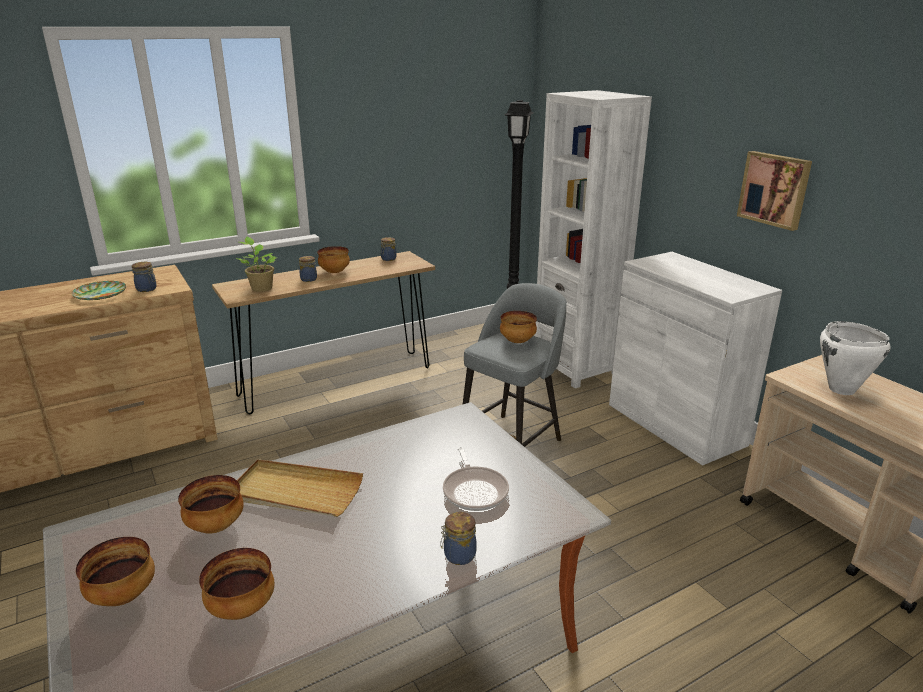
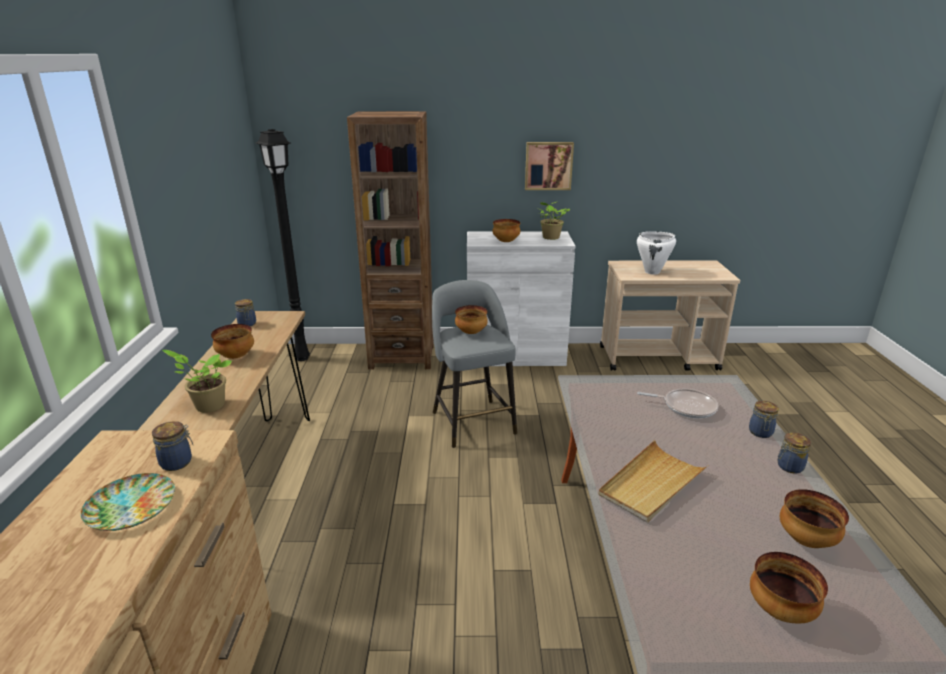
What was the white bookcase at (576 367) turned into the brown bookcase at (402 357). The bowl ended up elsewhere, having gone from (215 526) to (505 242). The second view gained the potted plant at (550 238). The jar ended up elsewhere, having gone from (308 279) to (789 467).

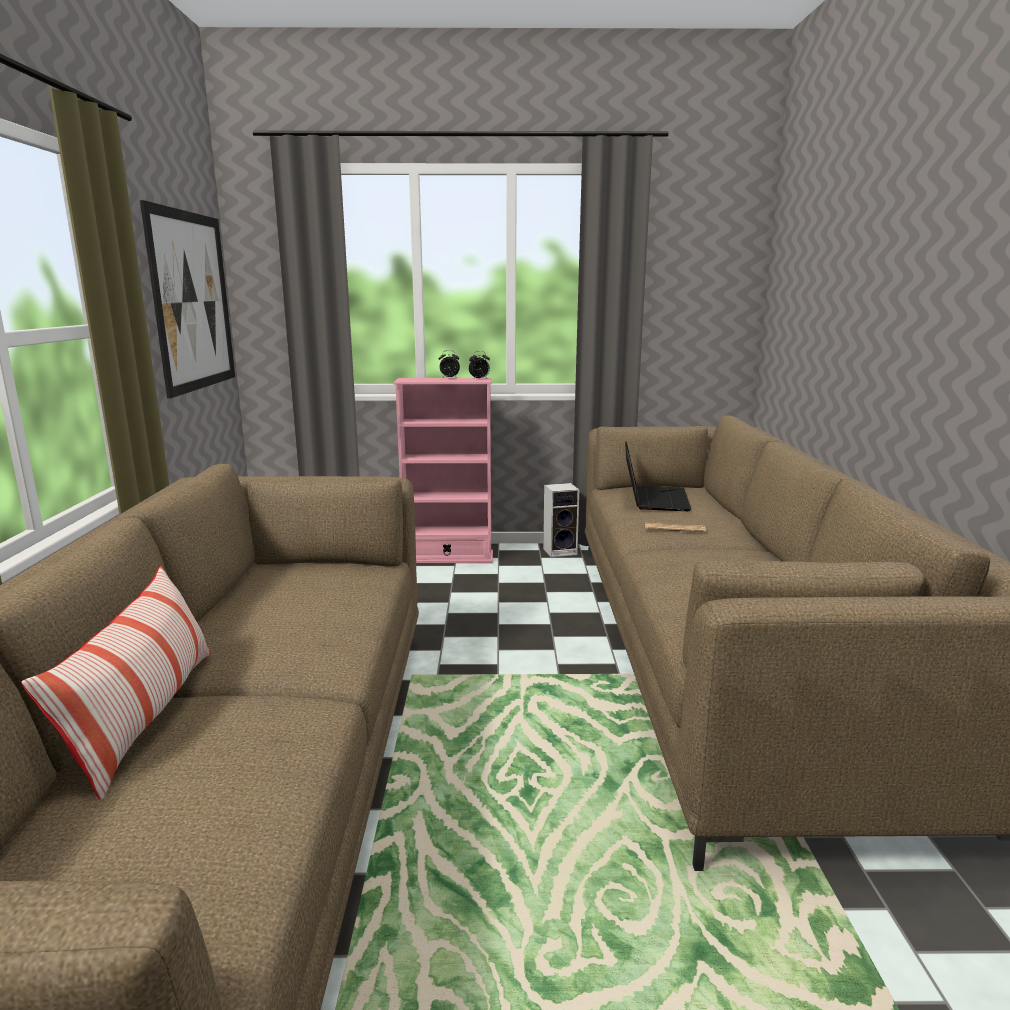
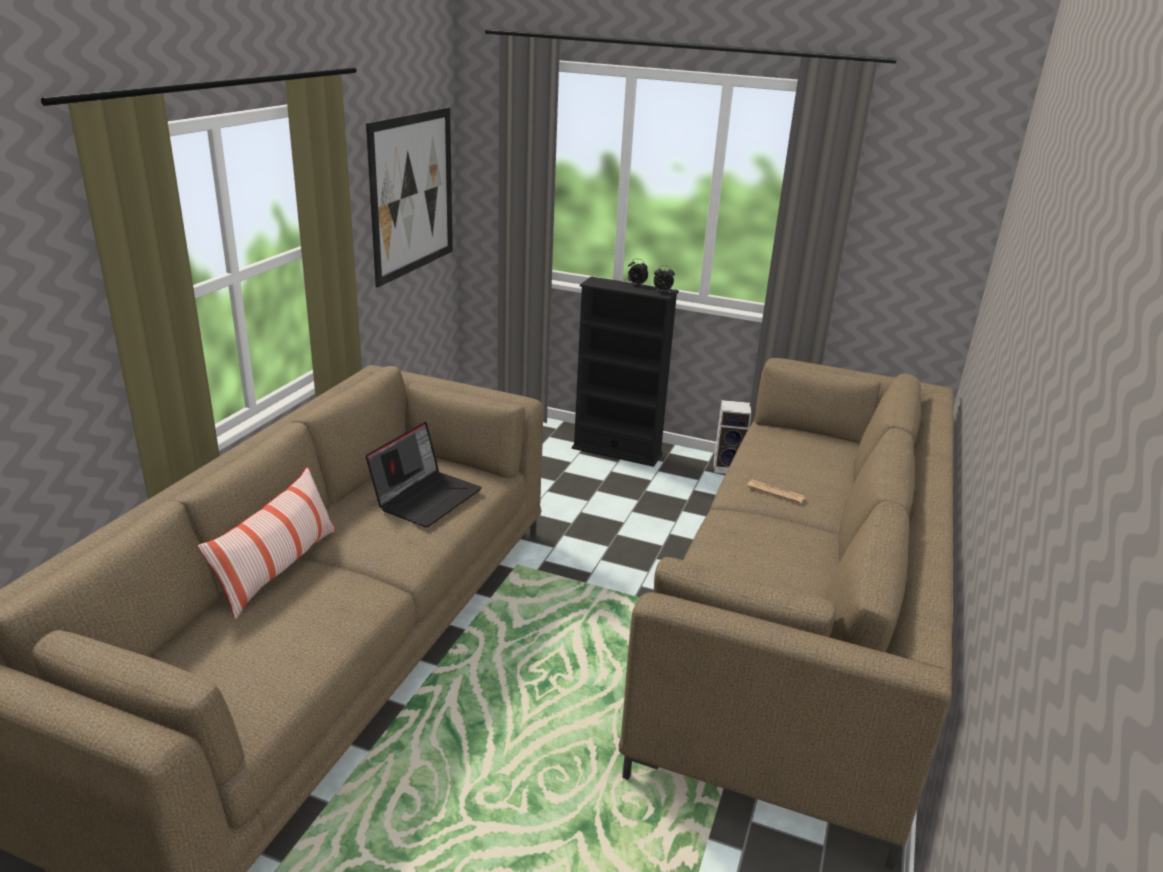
The laptop ended up elsewhere, having gone from (653 499) to (426 497). What was the pink bookcase at (448 557) turned into the black bookcase at (617 451).

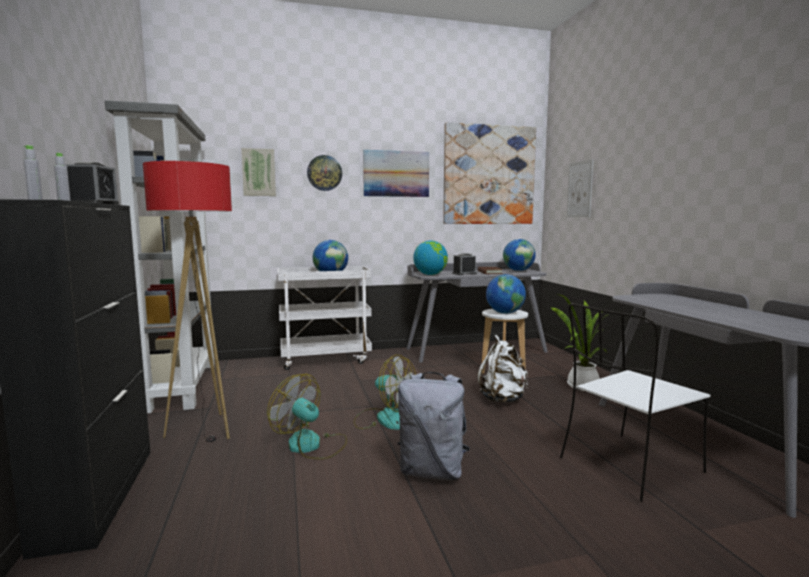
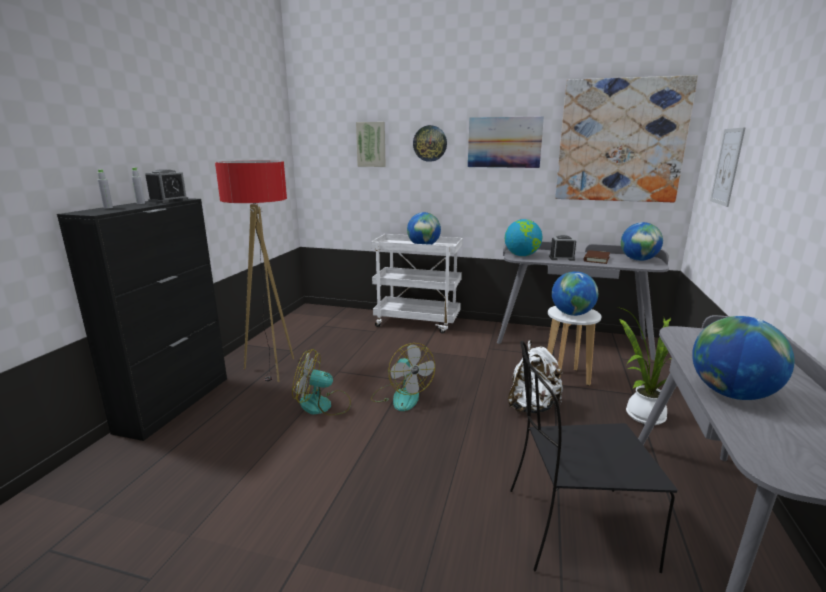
The fan at (311 445) ended up facing another way, 60 degrees counterclockwise from before. What was the white chair at (628 466) turned into the black chair at (573 528). The second view gained the globe at (731 394). The second view lost the grey bookcase at (181 385). The second view lost the grey backpack at (432 471).

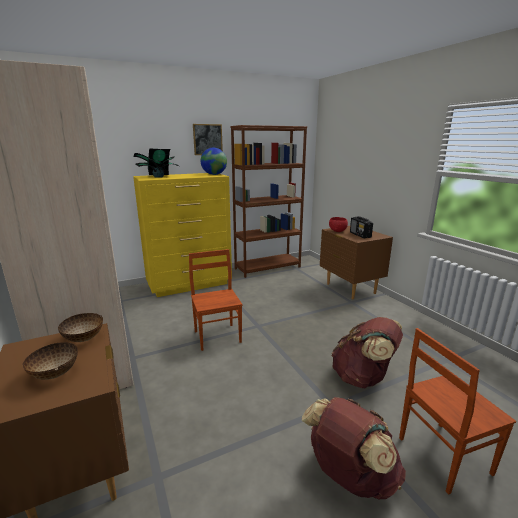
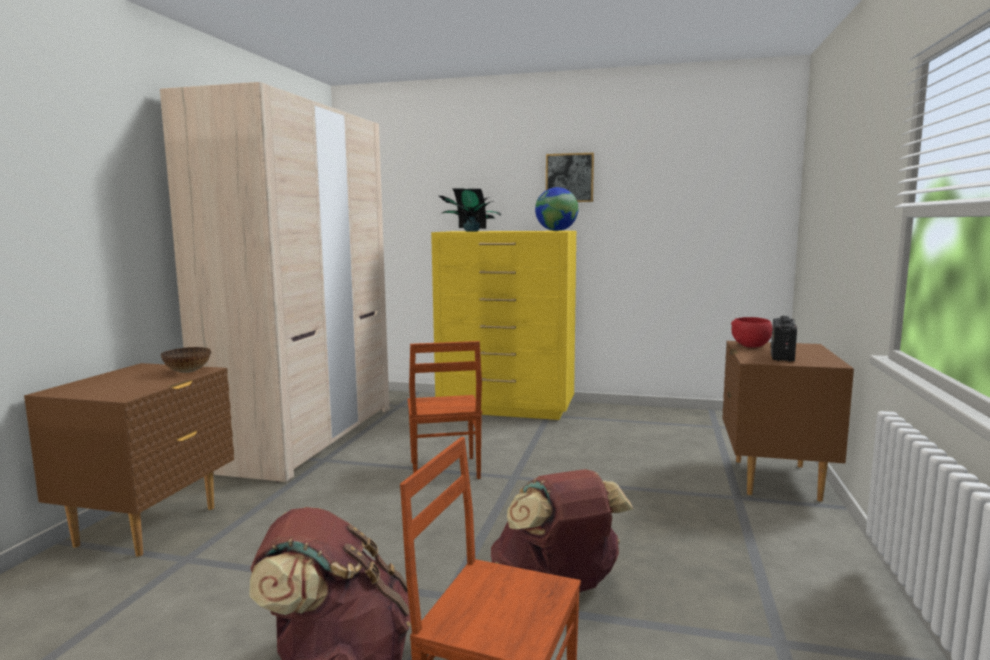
The brown chair at (218 336) ended up facing another way, 150 degrees clockwise from before. The second view lost the bowl at (54 373). The second view lost the brown bookcase at (268 268).

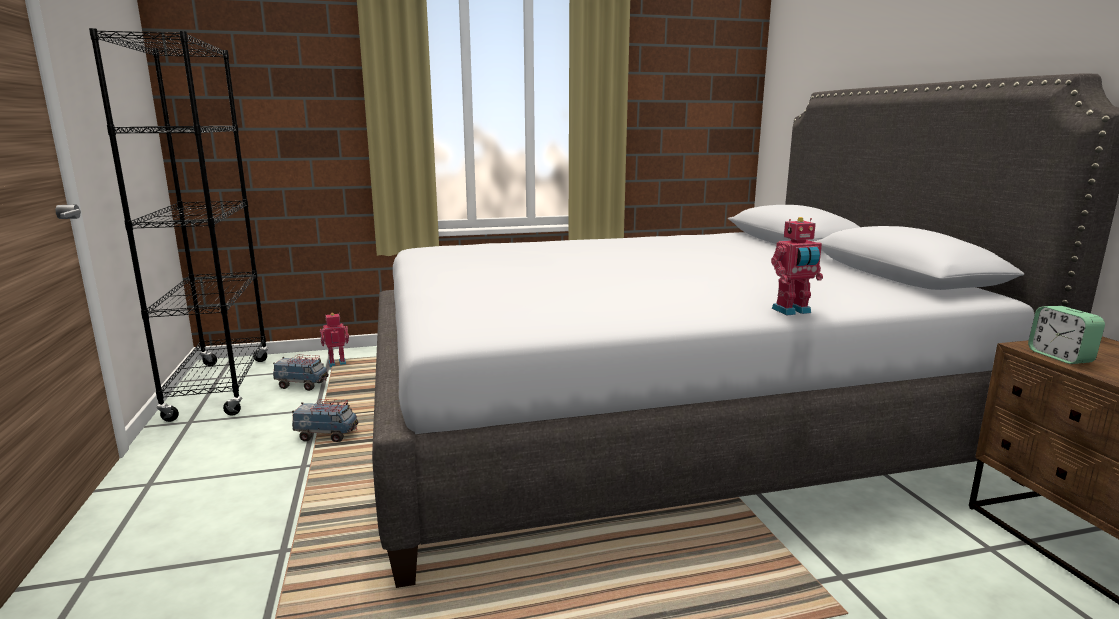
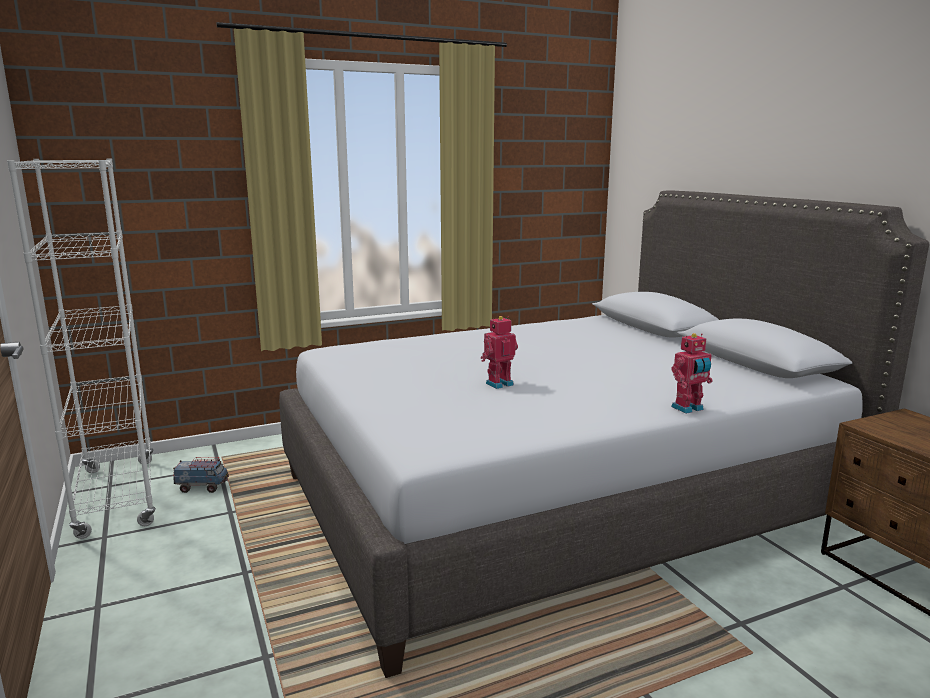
What was the black bookcase at (220 388) turned into the white bookcase at (117 497). The toy robot ended up elsewhere, having gone from (337 363) to (498 383). The second view lost the toy truck at (327 435). The second view lost the alarm clock at (1060 357).

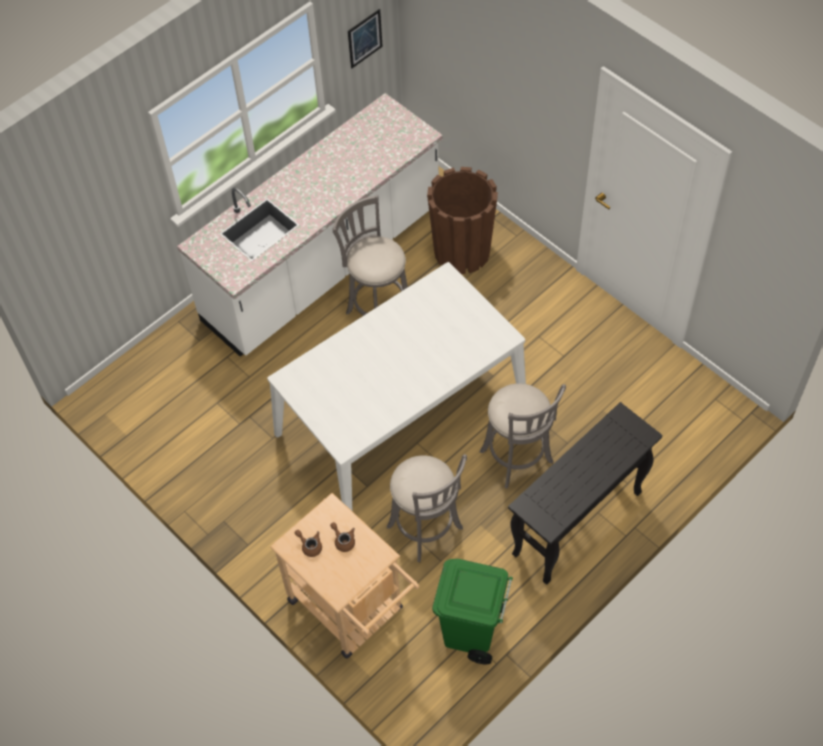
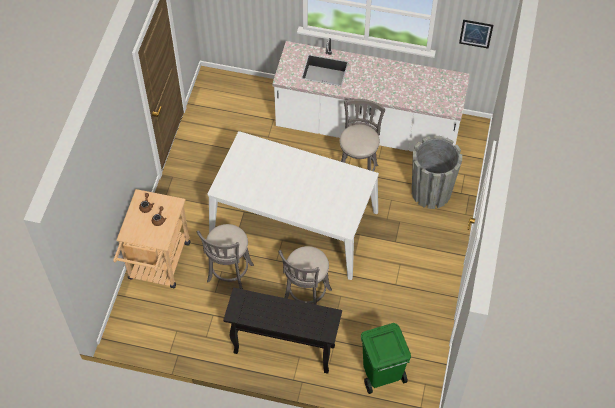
The green trash can ended up elsewhere, having gone from (471 633) to (381 375). What was the brown planter at (462 251) turned into the grey planter at (431 192).

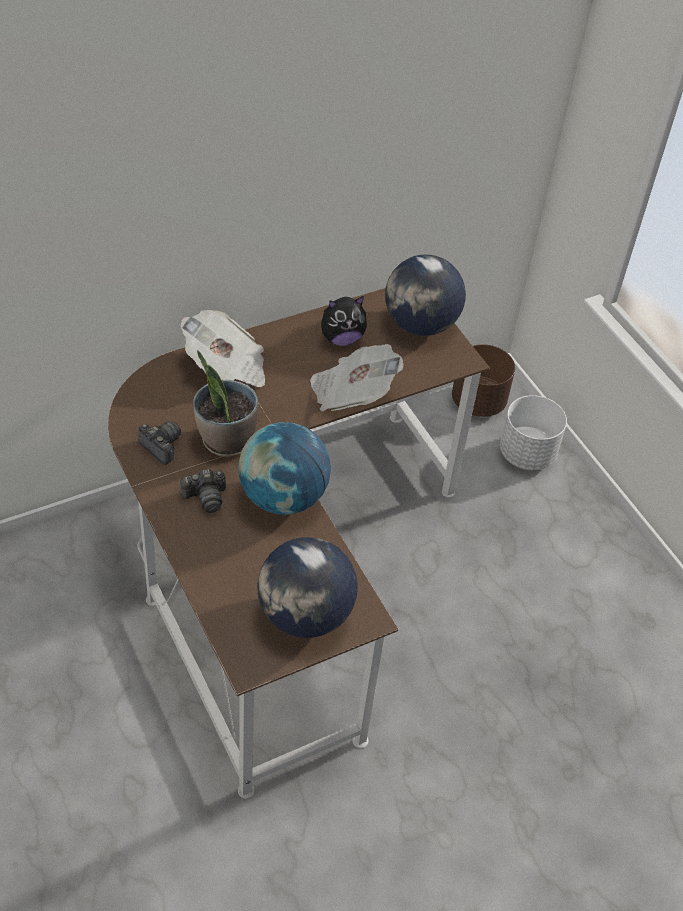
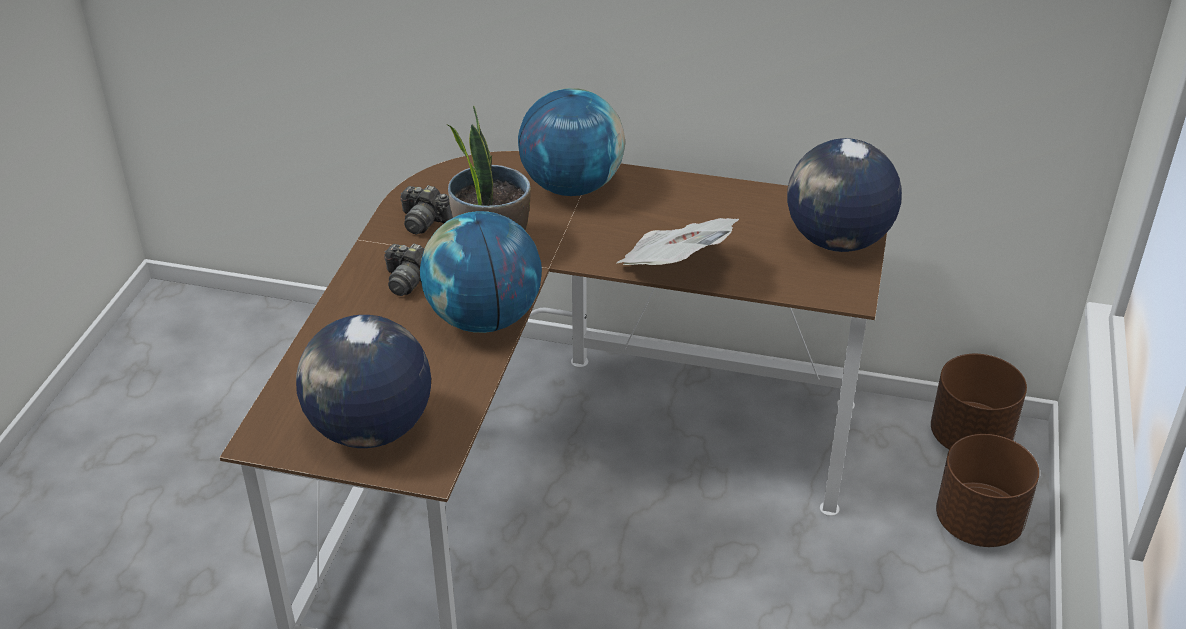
The photo camera at (161 446) ended up facing another way, 120 degrees clockwise from before. Where the newspaper stood at (226 367), the globe came to stand at (572 187). What was the white planter at (527 453) turned into the brown planter at (978 523). The second view lost the plush toy at (341 338).

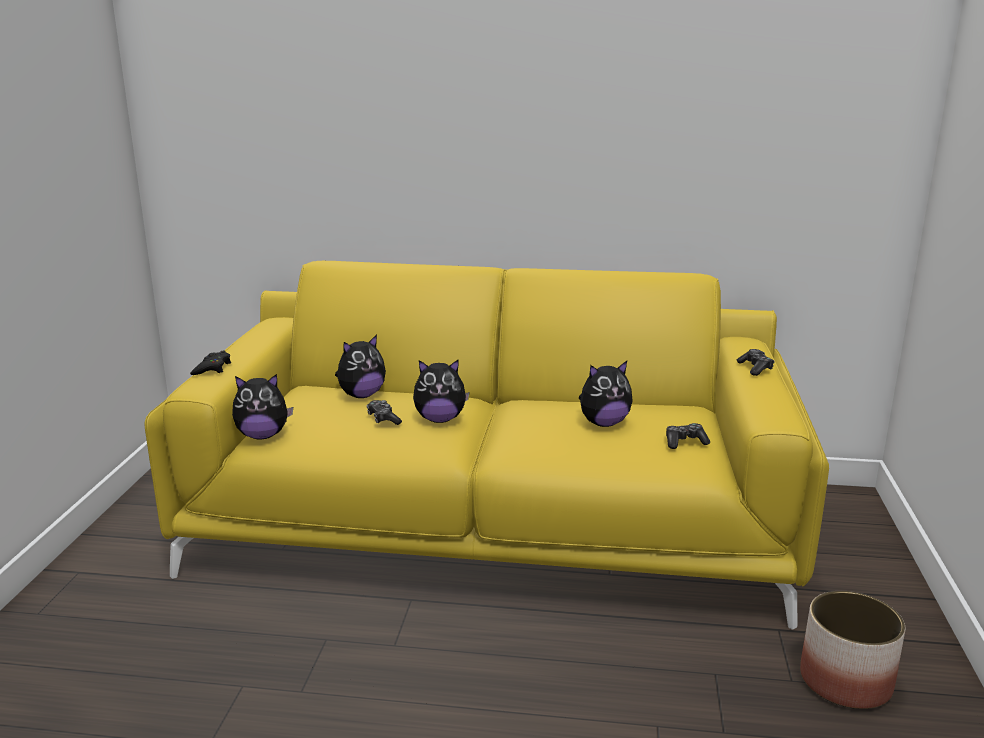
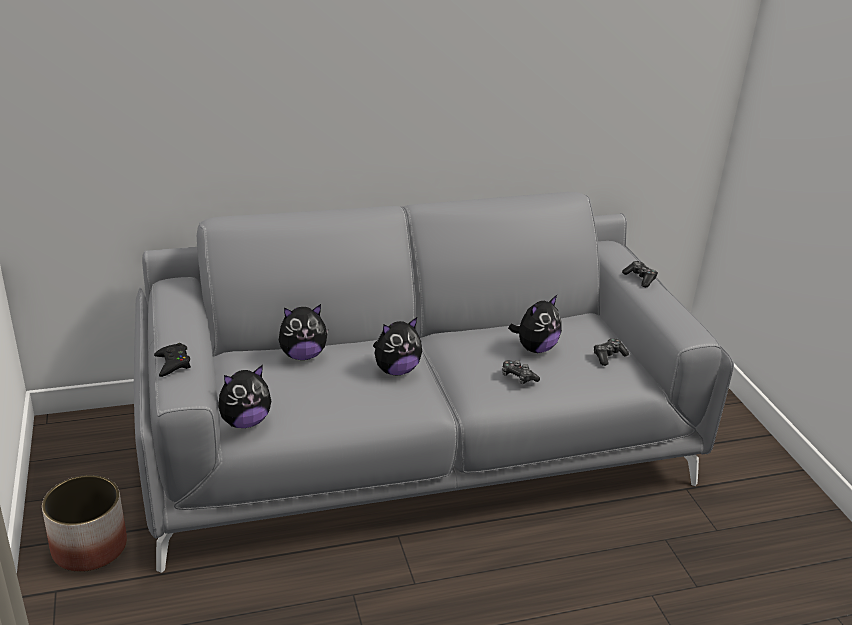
The planter ended up elsewhere, having gone from (844 681) to (89 547). What was the yellow sofa at (492 528) turned into the grey sofa at (418 446). The plush toy at (361 395) ended up facing another way, 45 degrees clockwise from before. The game controller ended up elsewhere, having gone from (383 419) to (518 377).

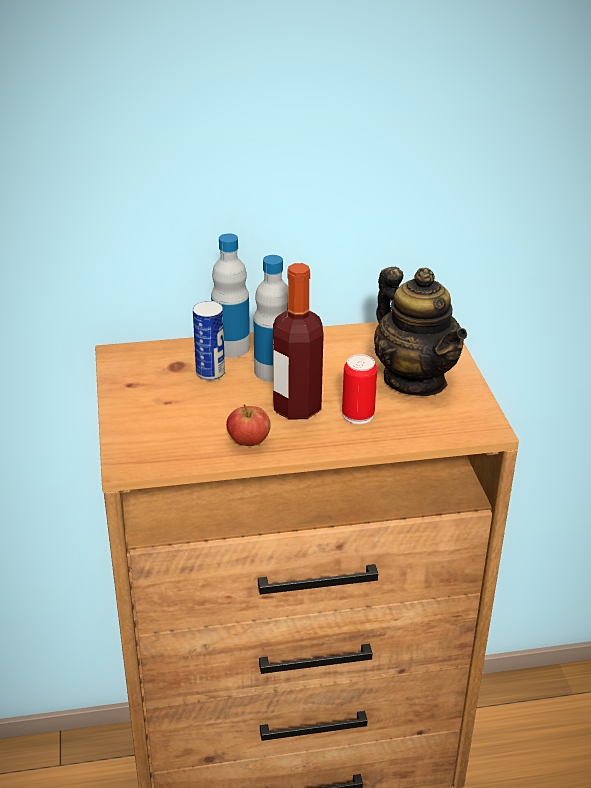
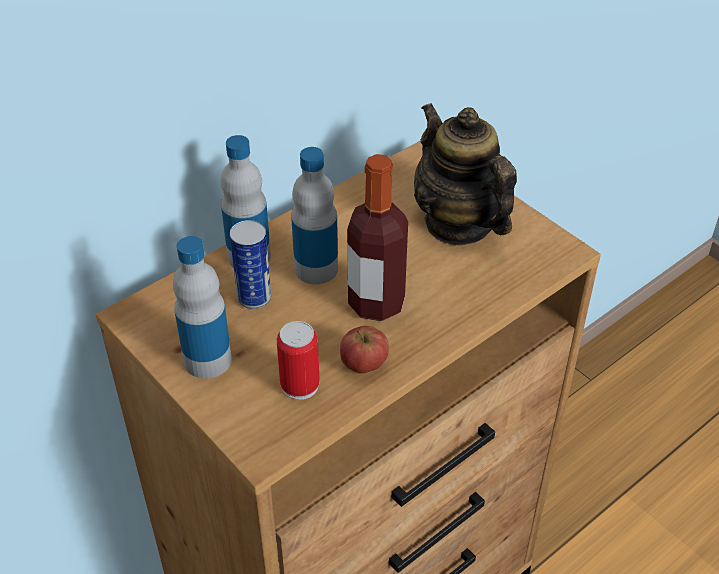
The second view gained the bottle at (207 360). The can ended up elsewhere, having gone from (358 415) to (300 385). The teapot at (415 379) ended up facing another way, 150 degrees counterclockwise from before.

